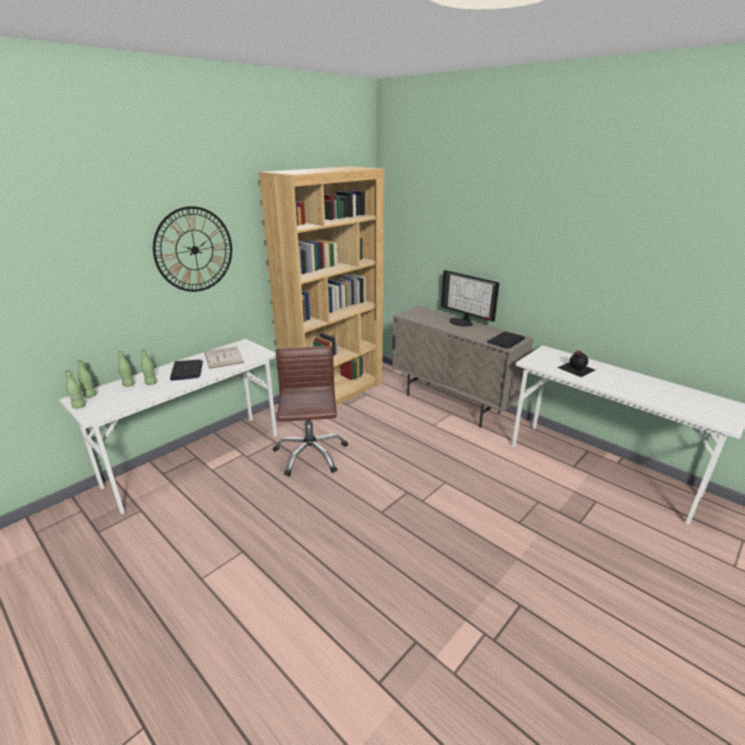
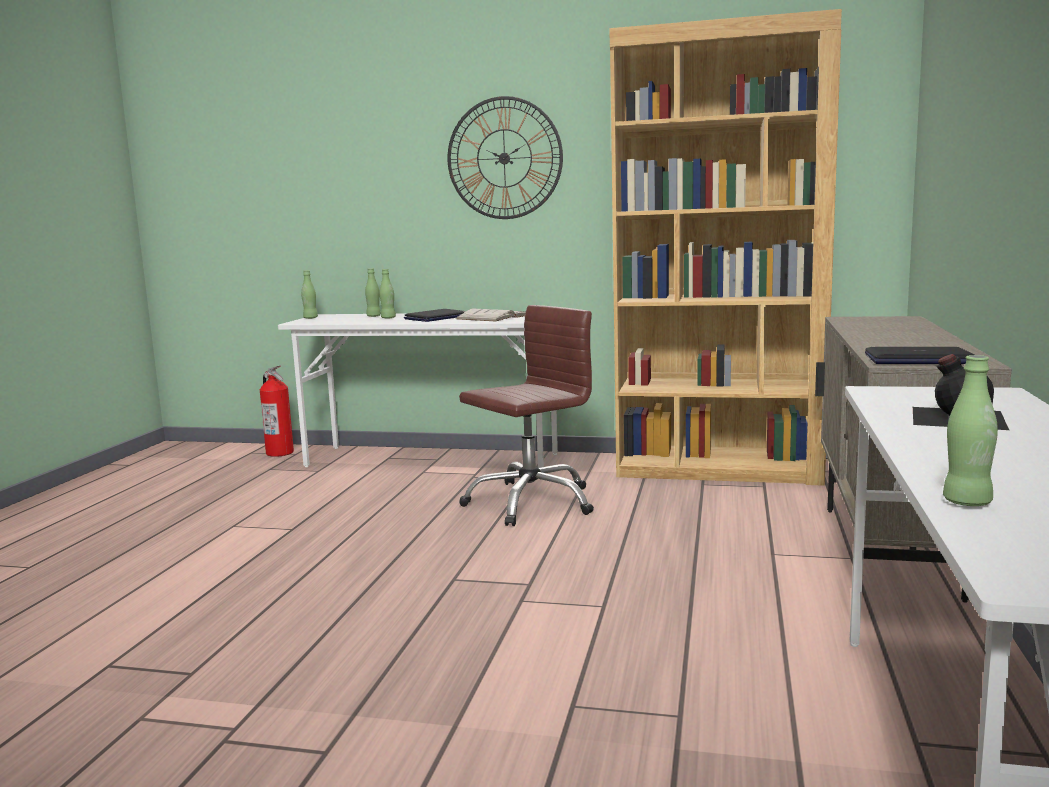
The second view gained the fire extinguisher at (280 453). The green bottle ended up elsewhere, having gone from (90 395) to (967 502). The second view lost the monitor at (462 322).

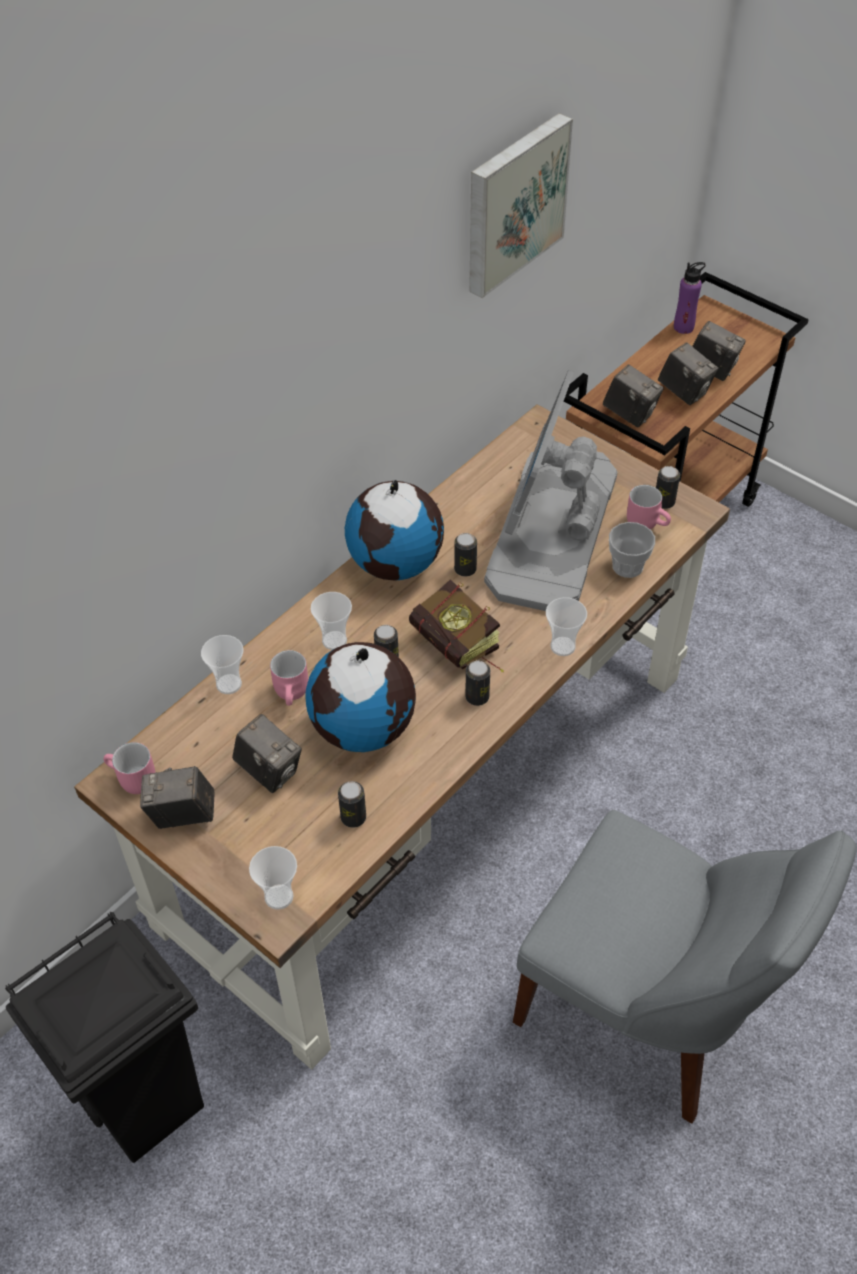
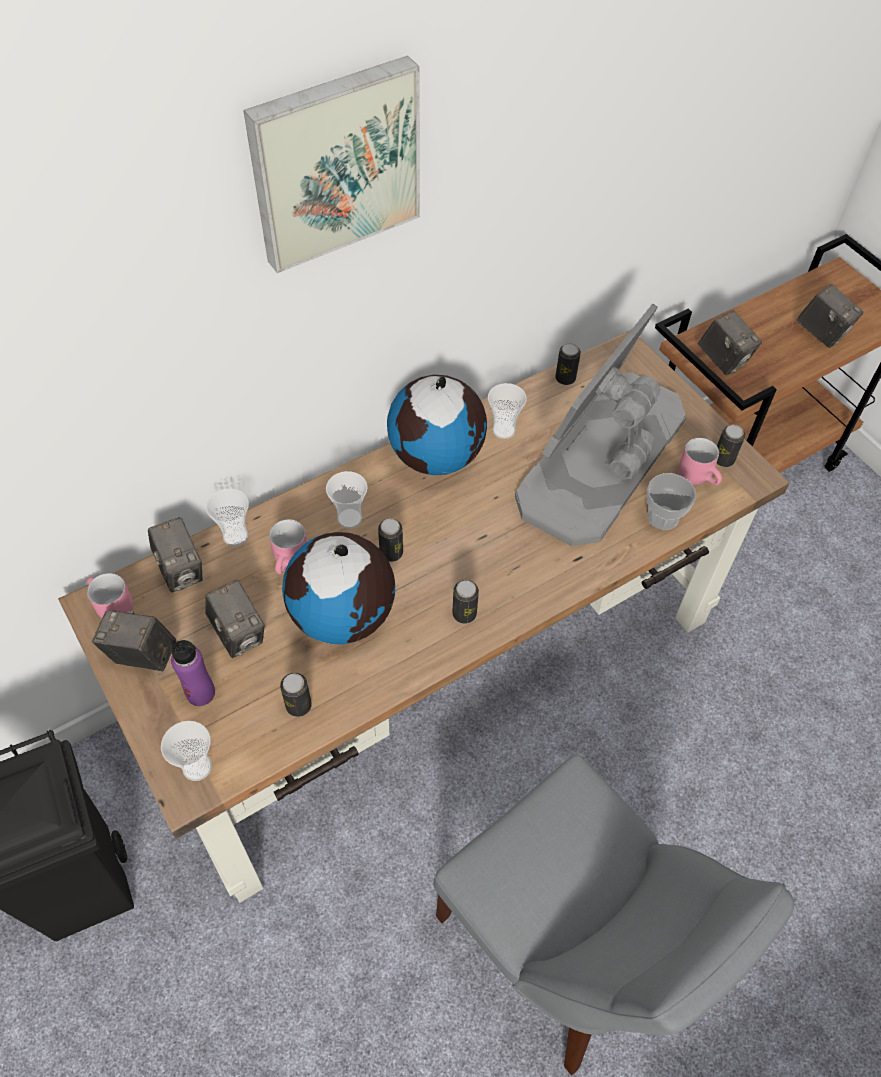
The photo camera ended up elsewhere, having gone from (684 392) to (181 570). The purple bottle ended up elsewhere, having gone from (683 327) to (201 693). The picture ended up elsewhere, having gone from (513 203) to (334 163). The cup ended up elsewhere, having gone from (562 646) to (503 430). The can ended up elsewhere, having gone from (465 569) to (565 378). The second view lost the book at (461 649).

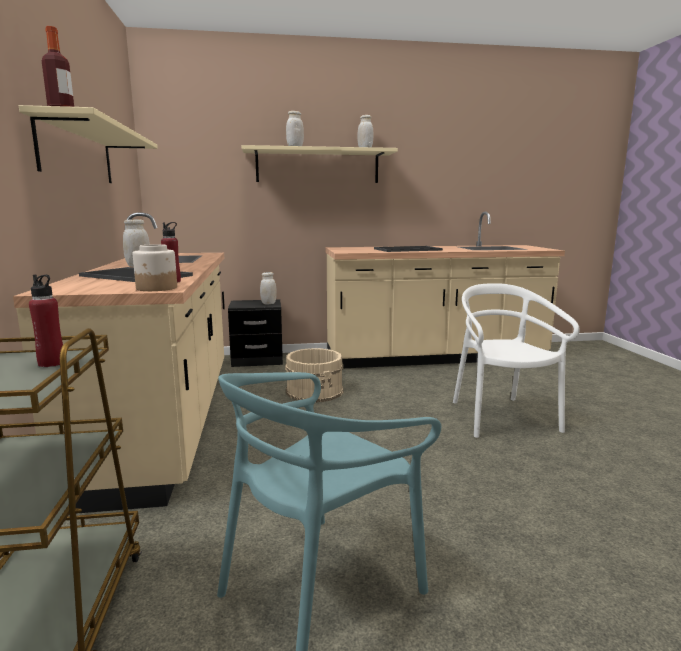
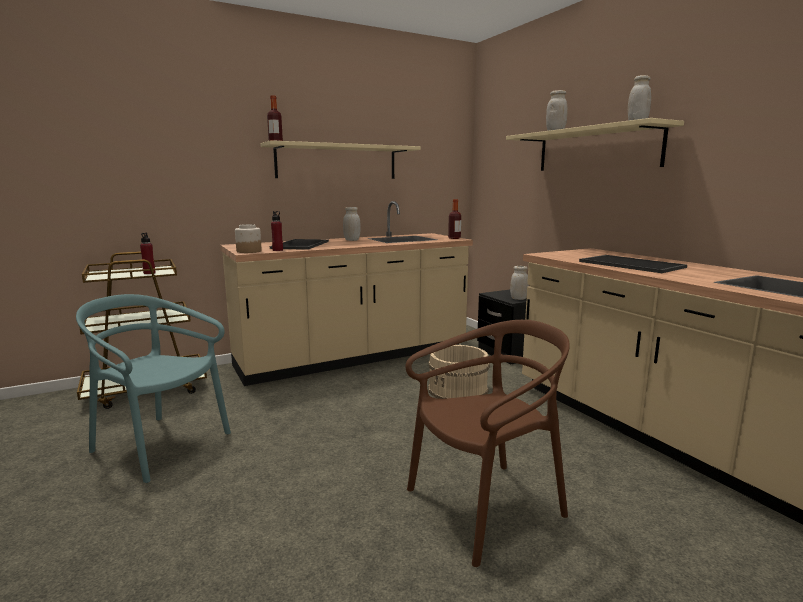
What was the white chair at (501 417) turned into the brown chair at (485 507). The second view gained the bottle at (454 238).

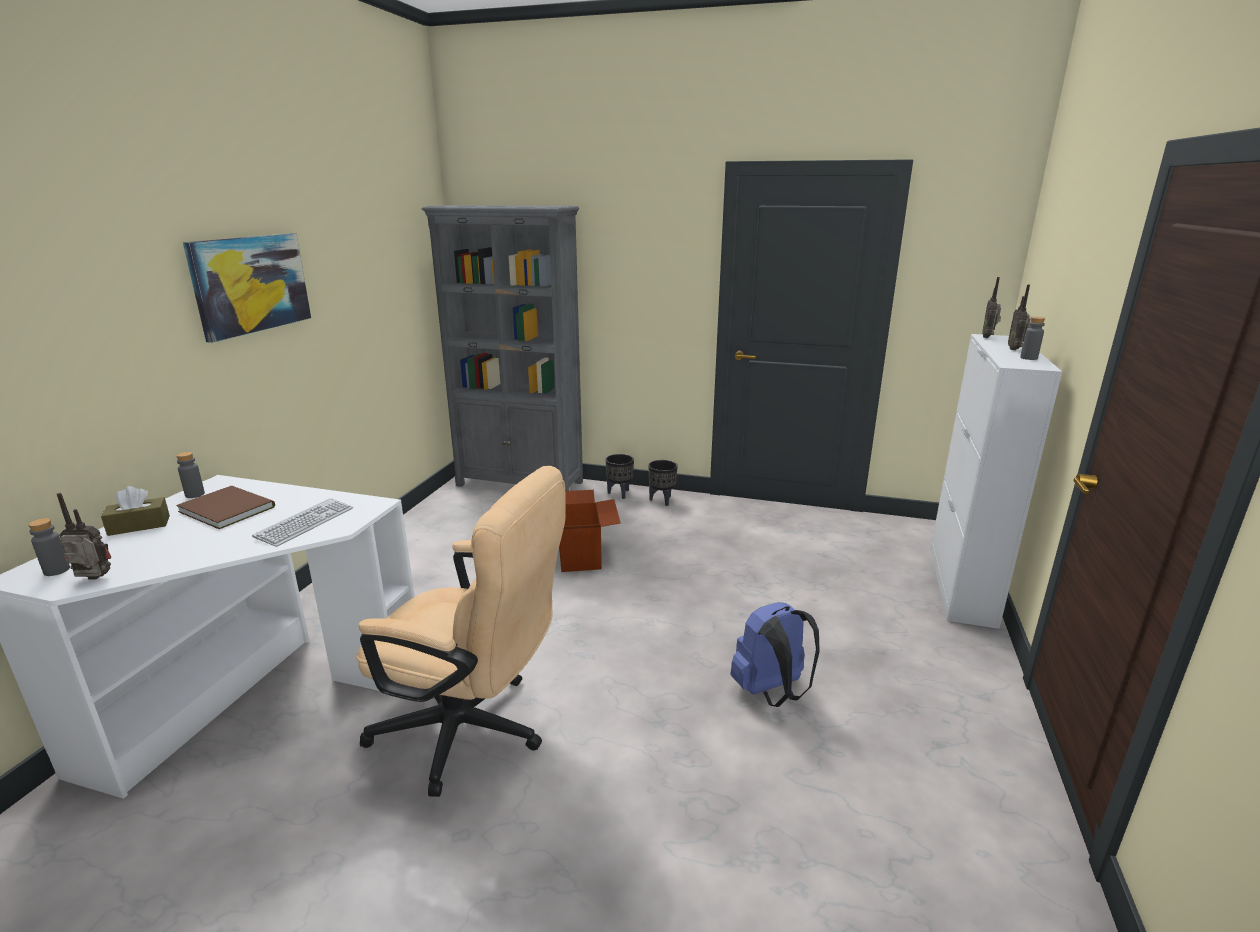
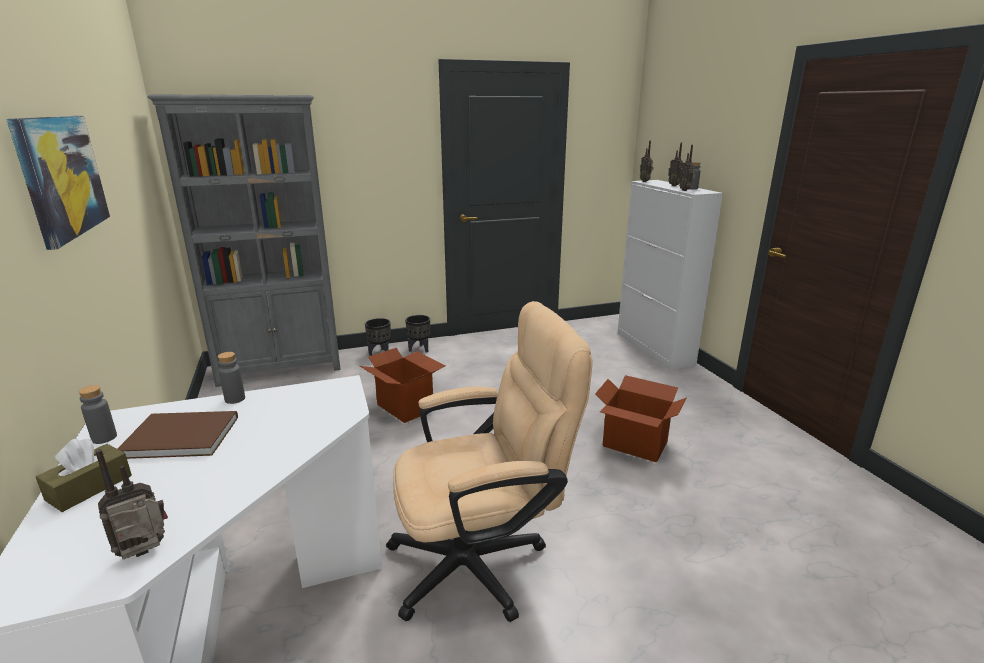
The grey bottle ended up elsewhere, having gone from (57 570) to (235 399). Where the blue backpack stood at (772 692), the cardboard box came to stand at (634 445). The second view gained the radio at (685 190). The second view lost the keyboard at (305 523).

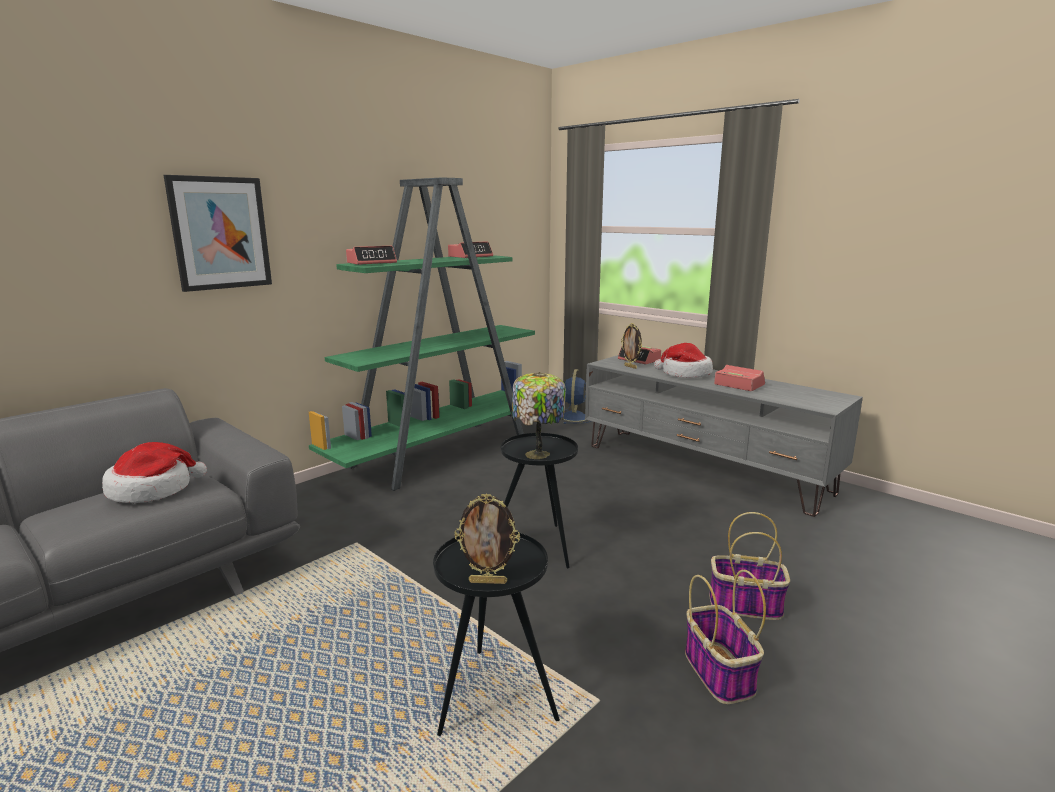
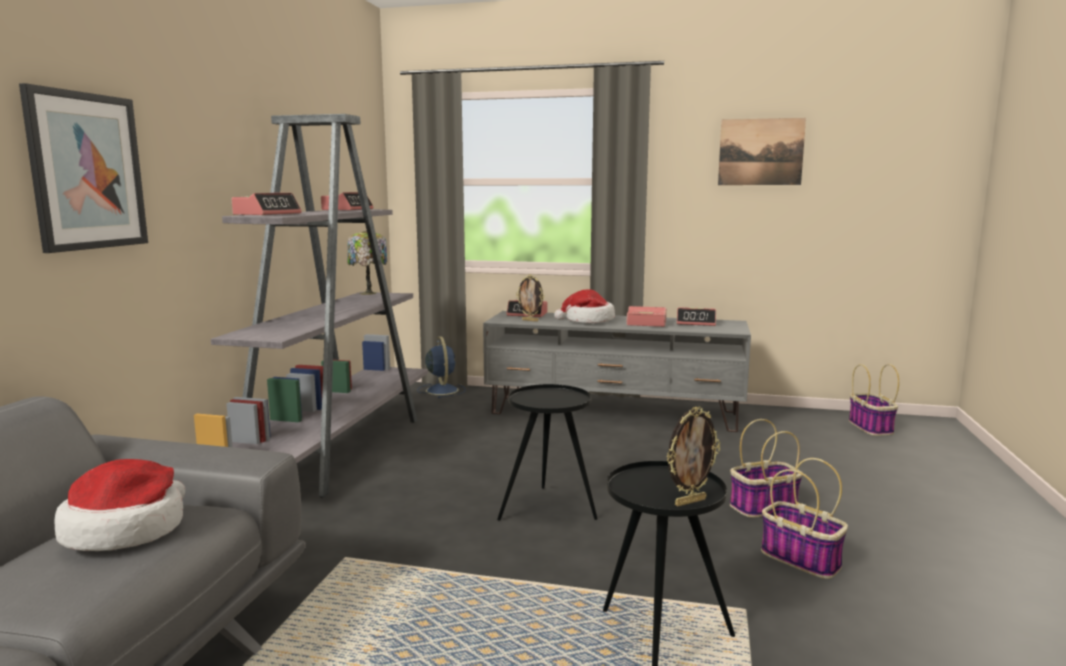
What was the green bookcase at (444 452) turned into the grey bookcase at (336 448). The table lamp ended up elsewhere, having gone from (537 455) to (368 293). The second view gained the alarm clock at (696 323). The second view gained the picture at (760 152). The second view gained the basket at (871 427).

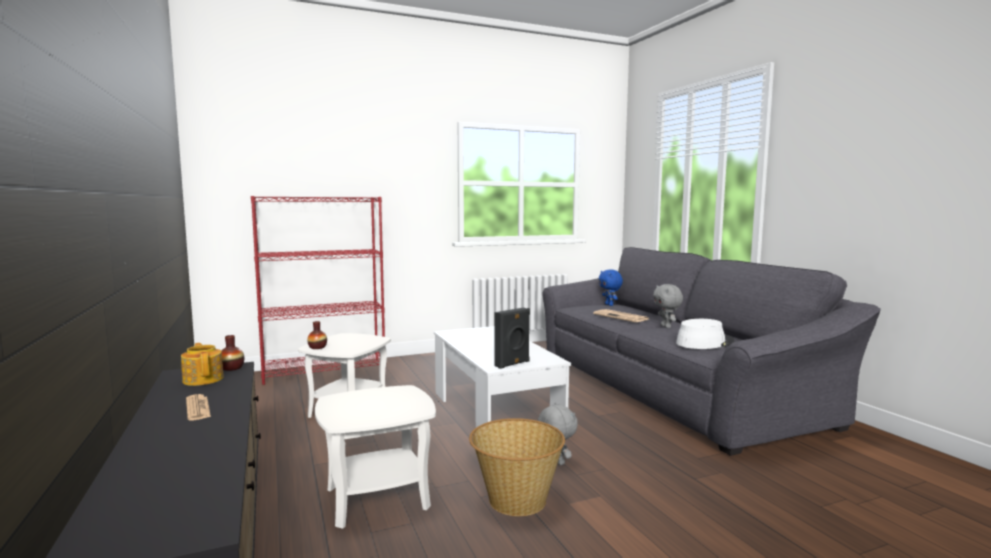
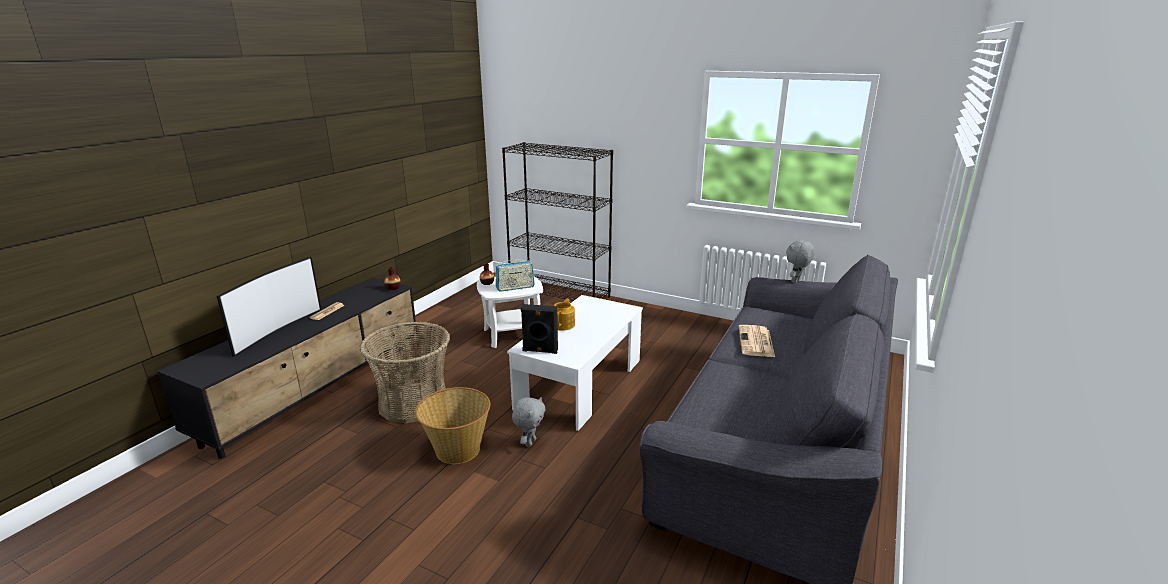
The second view gained the television at (277 330). Where the white side table stood at (378 497), the basket came to stand at (414 403). The second view gained the radio at (515 287). What was the red bookcase at (325 370) turned into the black bookcase at (560 294). The teapot ended up elsewhere, having gone from (203 379) to (563 325). The grey plush toy ended up elsewhere, having gone from (666 327) to (796 281). The second view lost the blue plush toy at (609 305). The second view lost the white hat at (704 342).

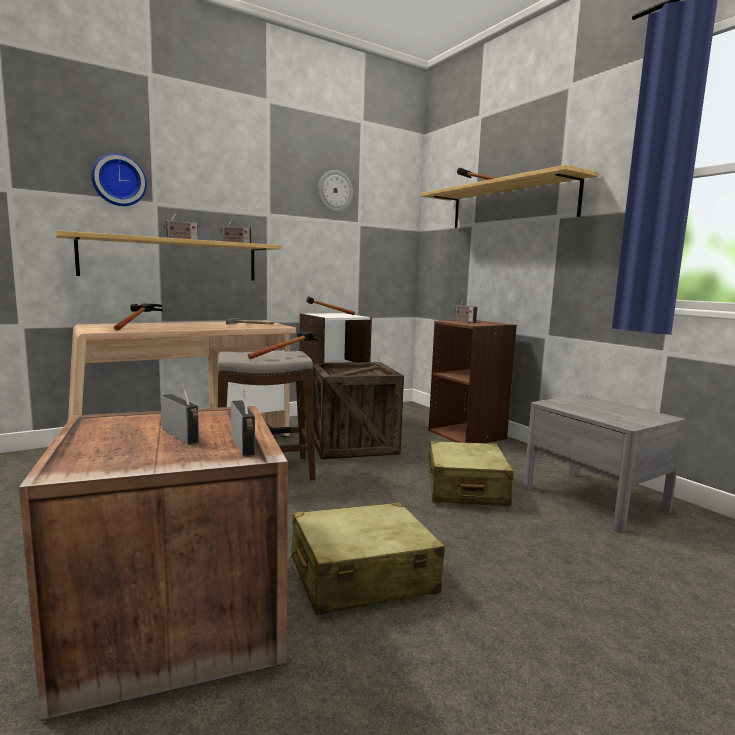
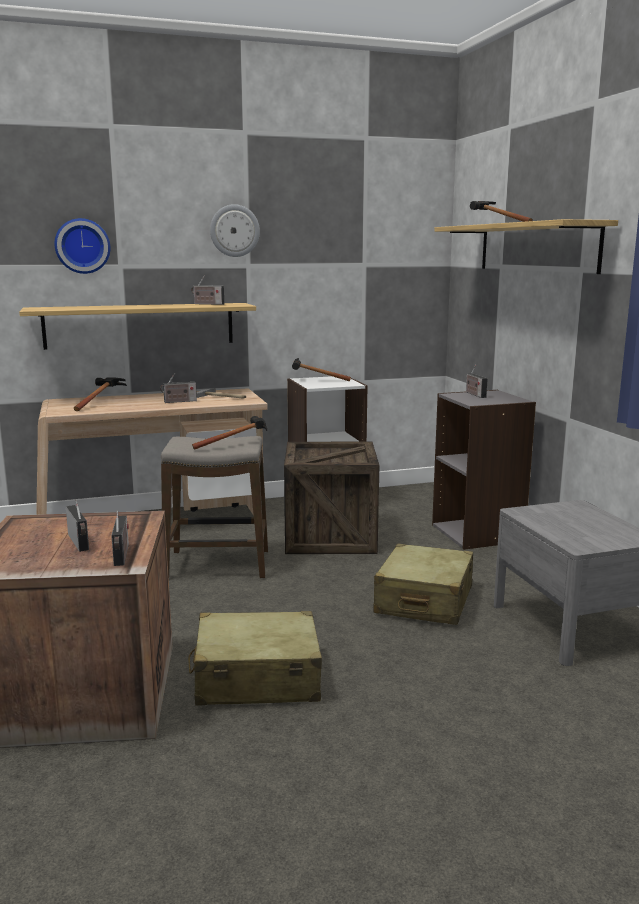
The radio ended up elsewhere, having gone from (180 239) to (178 401). The wall clock ended up elsewhere, having gone from (335 191) to (234 231). What was the brown bookcase at (467 434) turned into the grey bookcase at (478 533).

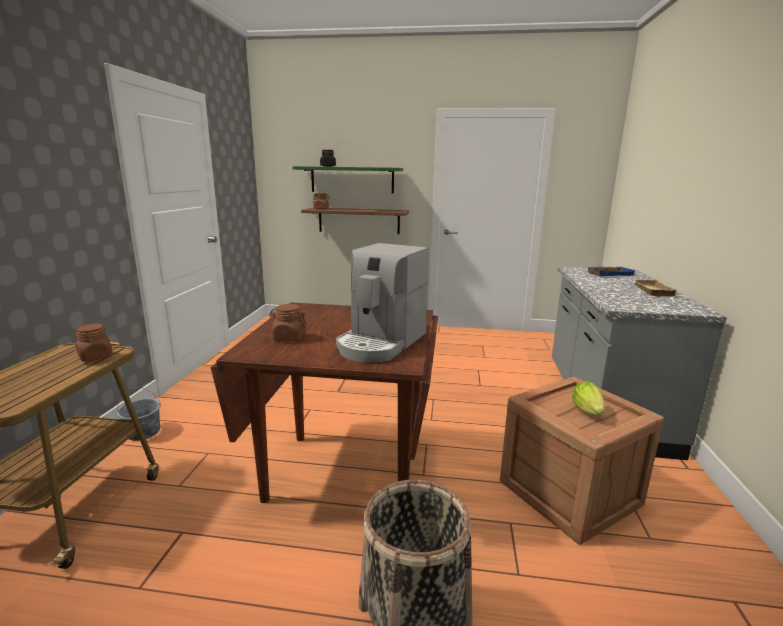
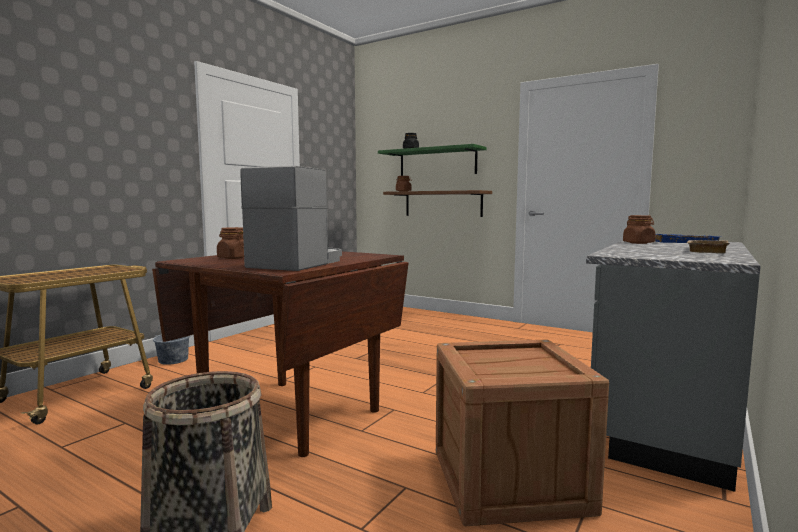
The coffee machine at (381 343) ended up facing another way, 150 degrees clockwise from before. The brown jar ended up elsewhere, having gone from (96 357) to (638 243). The second view lost the lettuce at (588 413).

